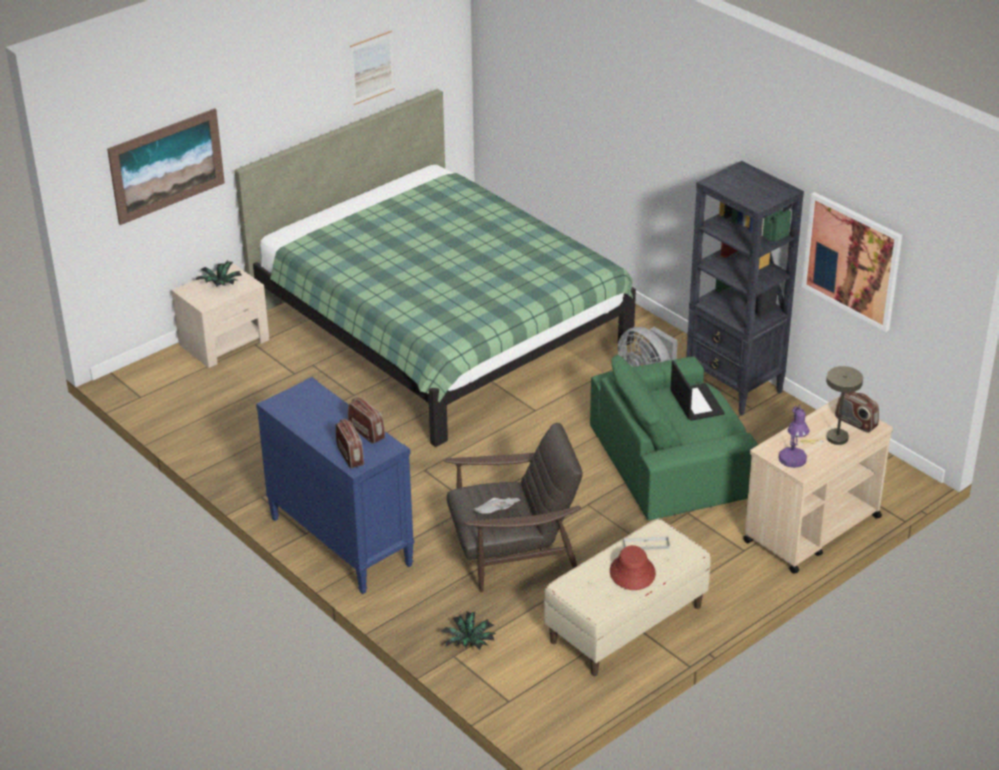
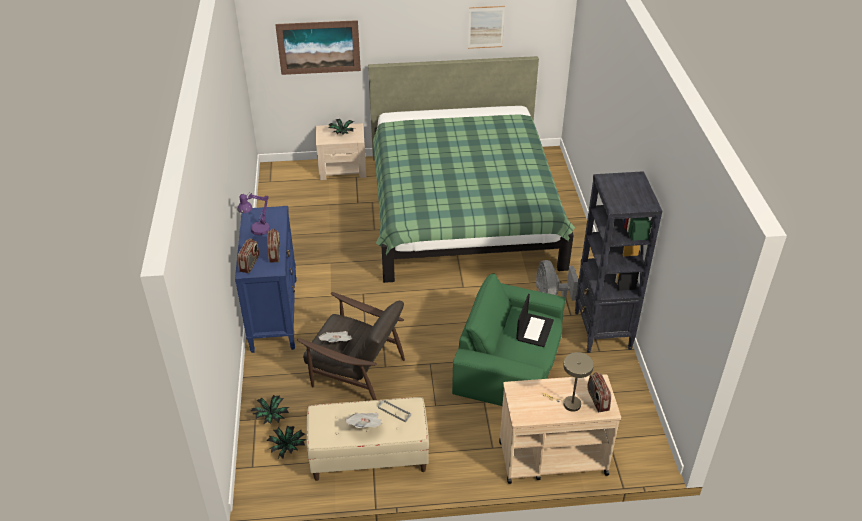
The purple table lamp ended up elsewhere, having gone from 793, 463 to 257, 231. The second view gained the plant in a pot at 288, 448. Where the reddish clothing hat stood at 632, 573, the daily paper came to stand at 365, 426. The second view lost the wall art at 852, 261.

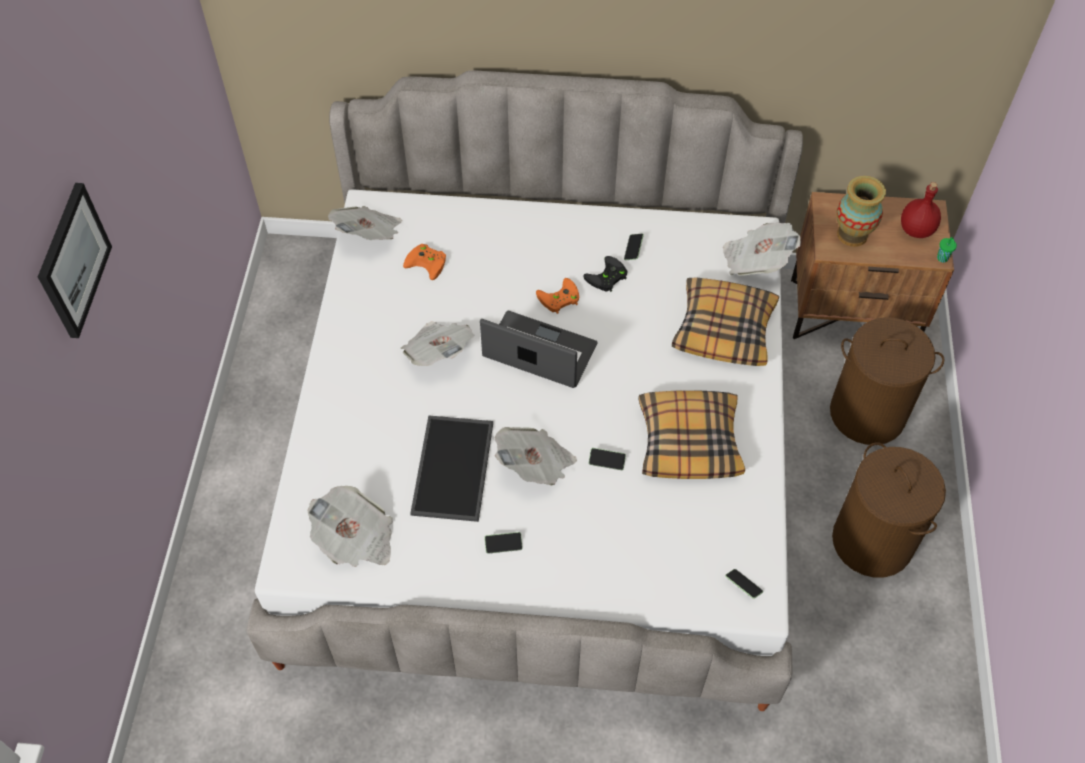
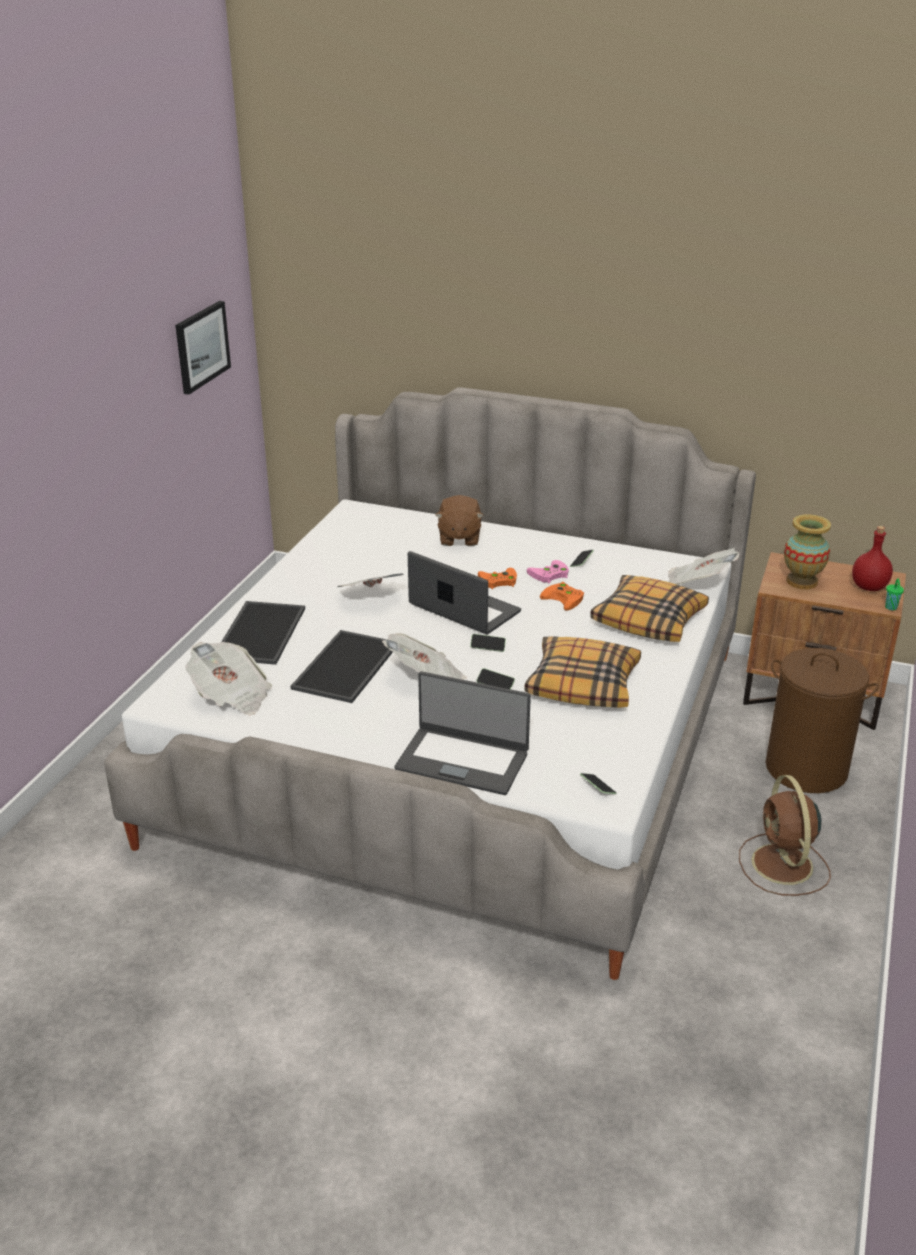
The wall art ended up elsewhere, having gone from 72, 260 to 201, 346. The second view gained the carrying tray at 259, 632. The second view gained the notebook computer at 462, 760. The second view gained the brownish soft toy at 459, 538. The phone ended up elsewhere, having gone from 503, 545 to 488, 647. What was the blackish gamepad at 607, 278 turned into the pink-coloured gamepad at 548, 575. The orangey gamepad ended up elsewhere, having gone from 428, 263 to 565, 599. Where the brownish laundry basket stood at 872, 542, the brownish cooling fan came to stand at 783, 866. The second view lost the daily paper at 369, 235.

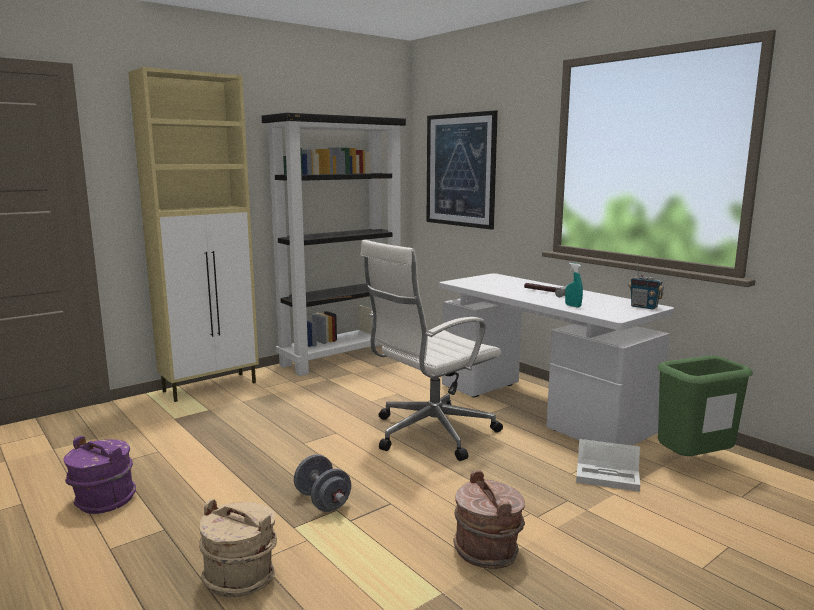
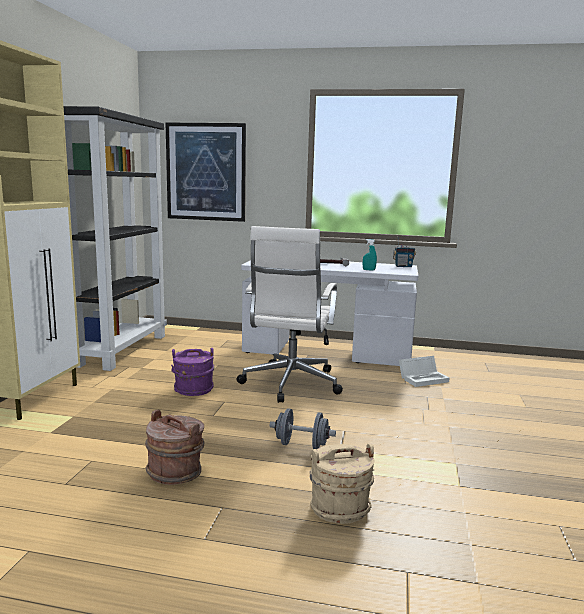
The brownish pail ended up elsewhere, having gone from 487, 551 to 175, 472. The purple pail ended up elsewhere, having gone from 104, 500 to 193, 390. The second view lost the greenish waste bin at 693, 464.

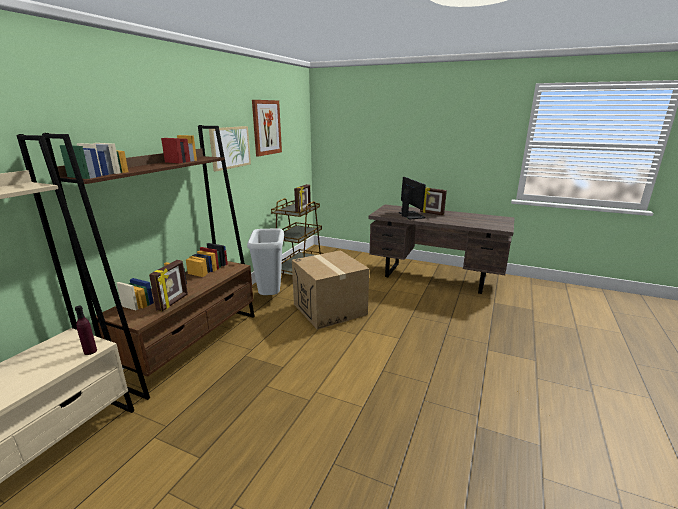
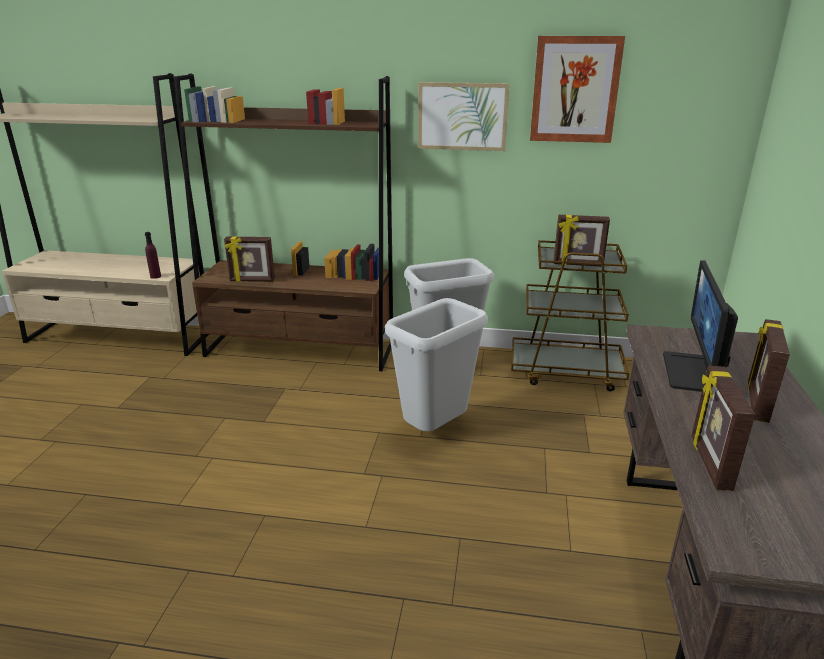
Where the cardboard box stood at 330, 309, the grey waste bin came to stand at 435, 431. The computer display at 410, 215 ended up facing another way, 135 degrees clockwise from before. The second view gained the photo frame at 709, 463.

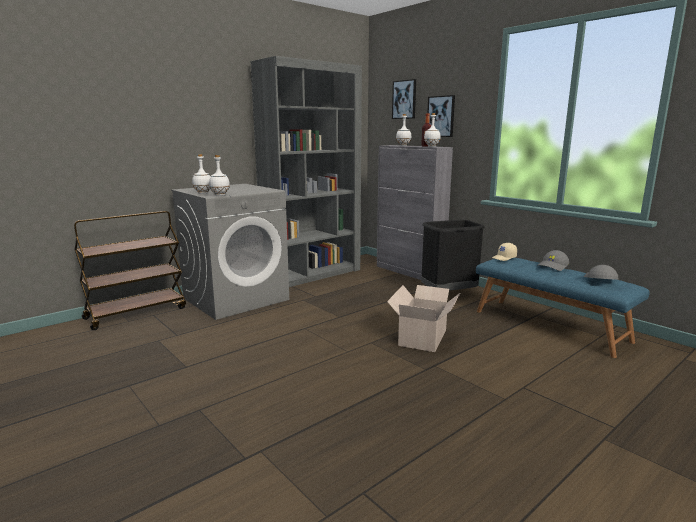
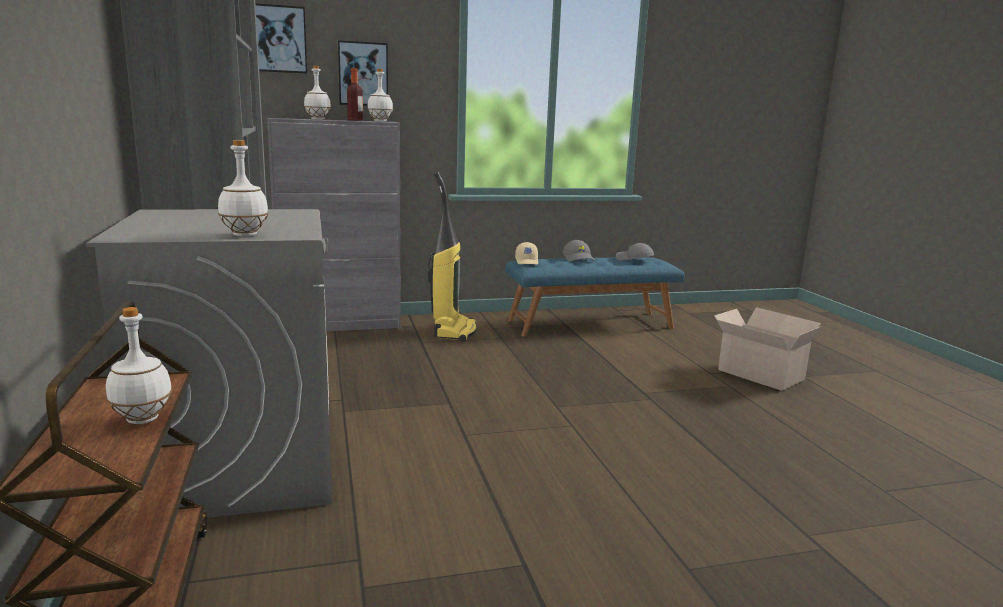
The whitish beverage bottle ended up elsewhere, having gone from 220, 195 to 141, 419. Where the blackish waste bin stood at 448, 294, the vacuum came to stand at 454, 331. The cardboard box ended up elsewhere, having gone from 423, 337 to 758, 374.

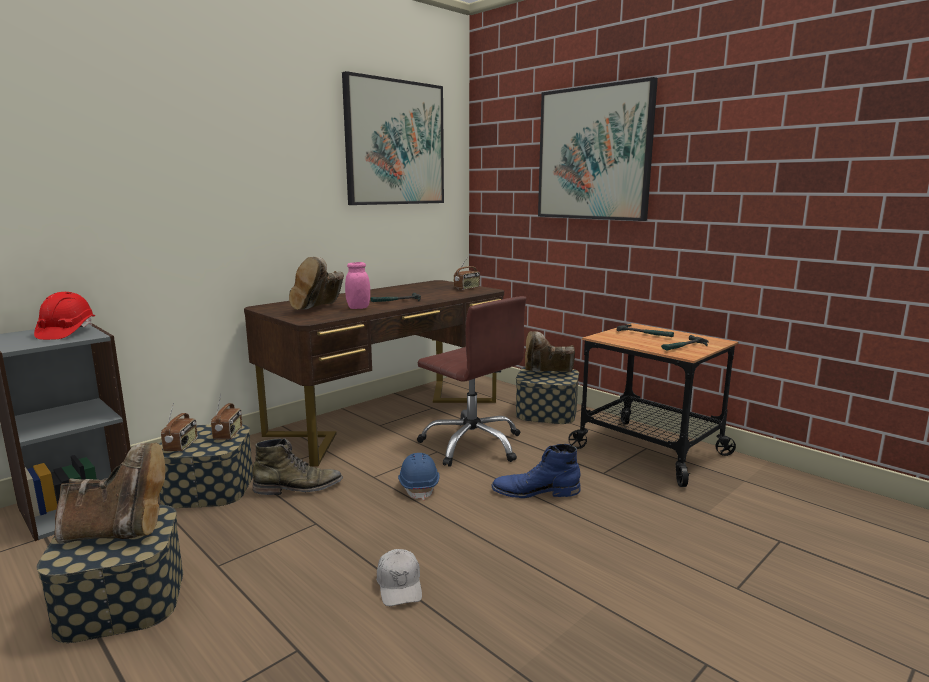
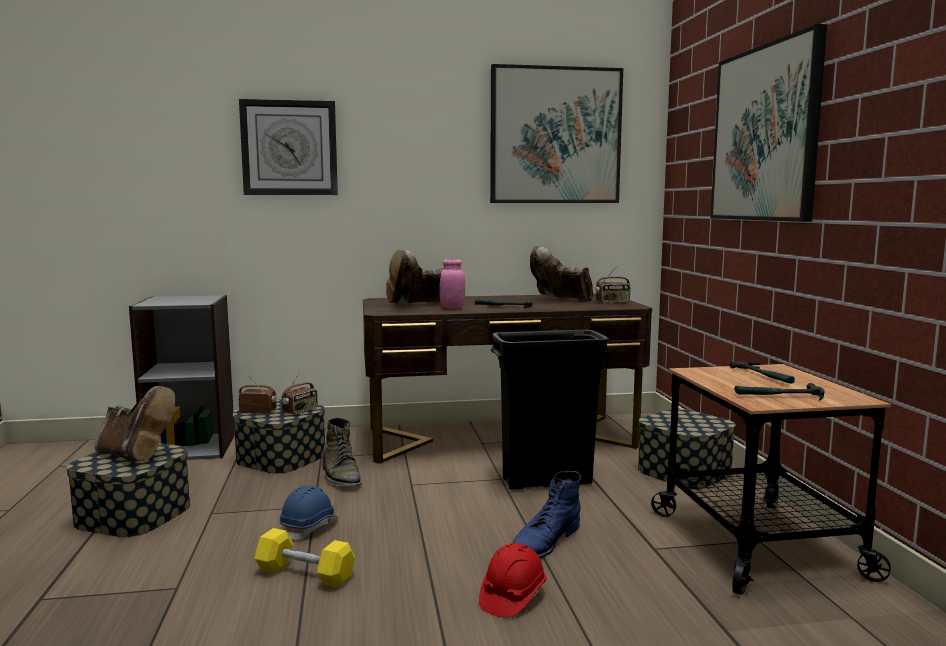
The radio receiver at 182, 446 ended up facing another way, 120 degrees counterclockwise from before. The second view gained the clock on the wall at 289, 148. Where the whitish peaked cap stood at 399, 585, the yellowish free weight came to stand at 305, 574. The blue work helmet ended up elsewhere, having gone from 419, 486 to 310, 527. The greenish tall boot at 298, 488 ended up facing another way, 45 degrees clockwise from before. The reddish work helmet ended up elsewhere, having gone from 66, 332 to 512, 597. Where the brownish desk chair stood at 472, 444, the blackish waste bin came to stand at 546, 482. The blue tall boot at 535, 491 ended up facing another way, 90 degrees counterclockwise from before. The brownish tall boot ended up elsewhere, having gone from 546, 374 to 560, 300.

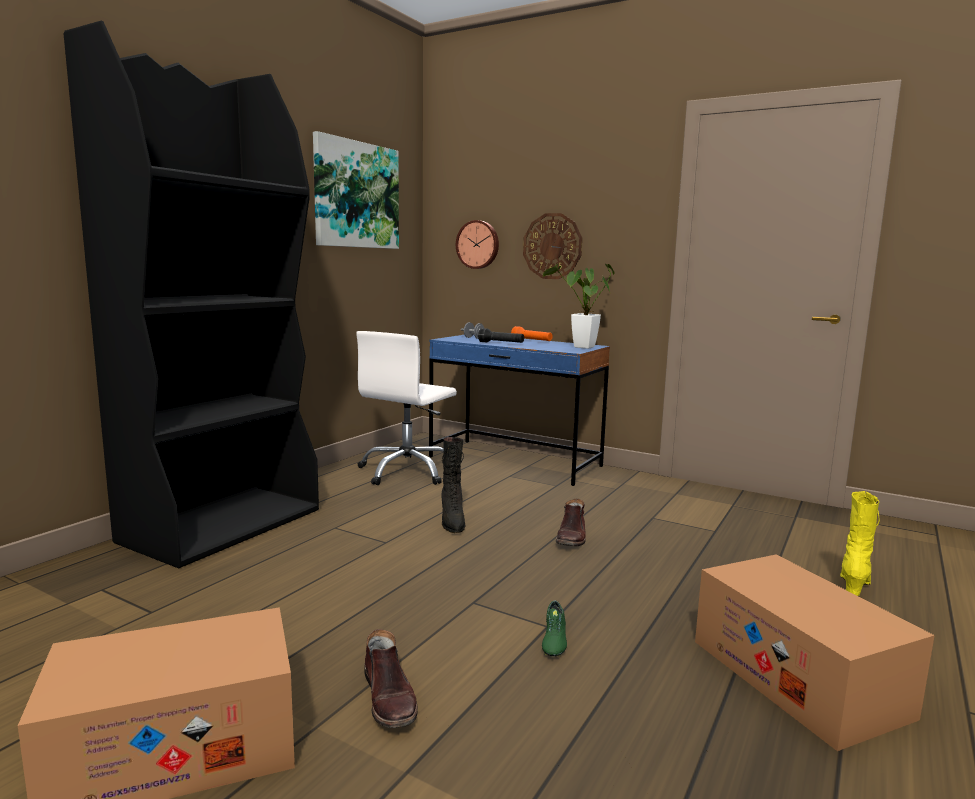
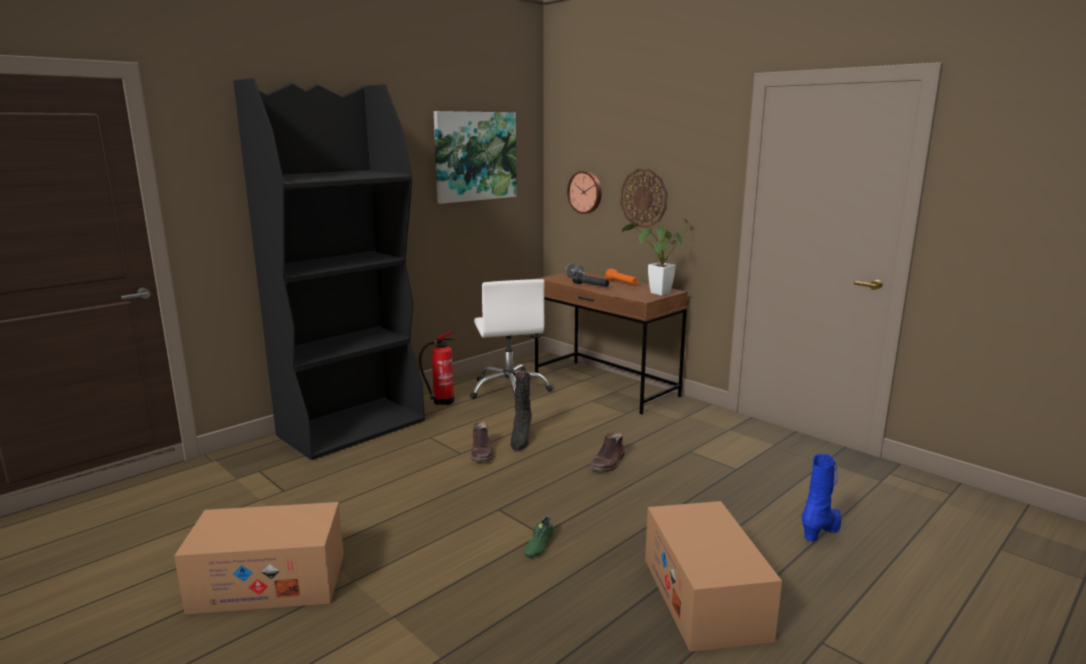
The second view gained the extinguisher at 441, 401. The whitish desk chair at 407, 471 ended up facing another way, 60 degrees counterclockwise from before. The brownish tall boot ended up elsewhere, having gone from 390, 699 to 482, 453. What was the blue desk at 514, 461 turned into the brownish desk at 605, 386. What was the yellowish tall boot at 854, 584 turned into the blue tall boot at 822, 531.

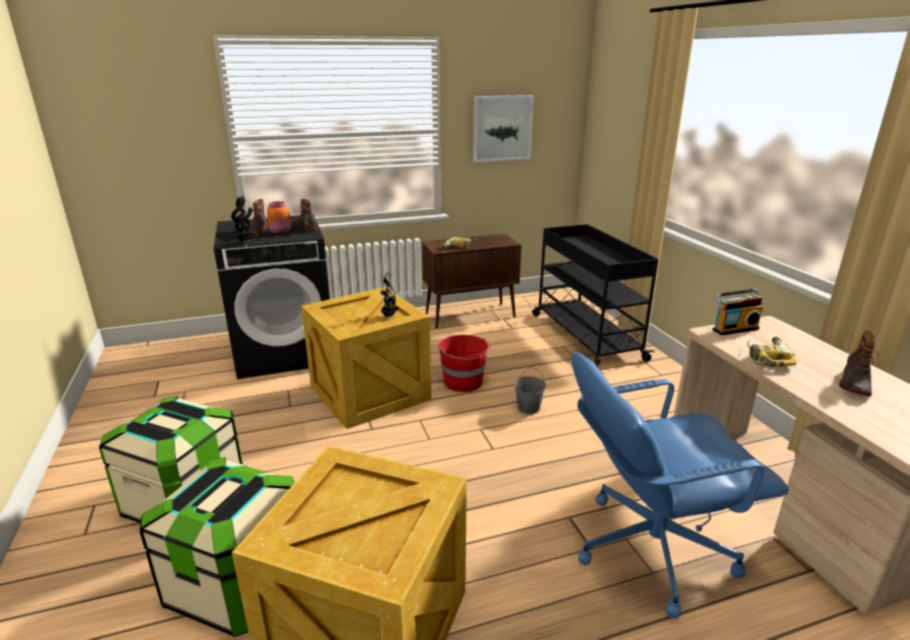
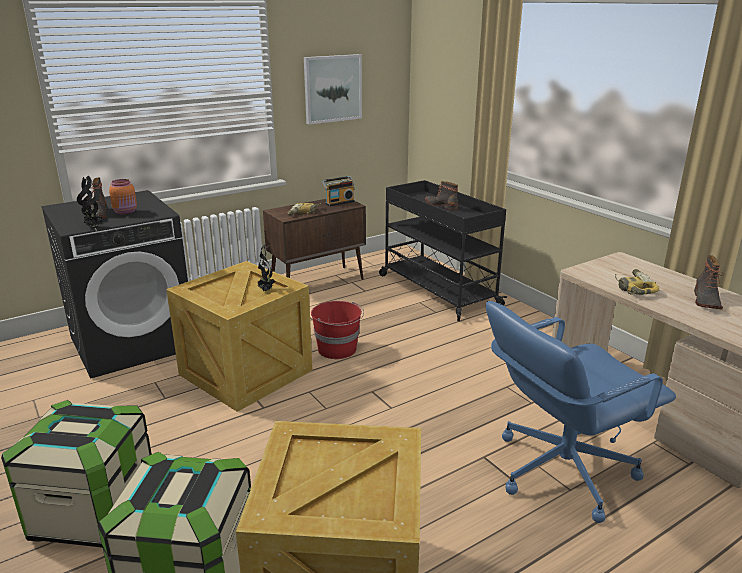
The radio receiver ended up elsewhere, having gone from 734, 328 to 339, 202. The tall boot ended up elsewhere, having gone from 307, 226 to 441, 205. The second view lost the grey pail at 528, 408.

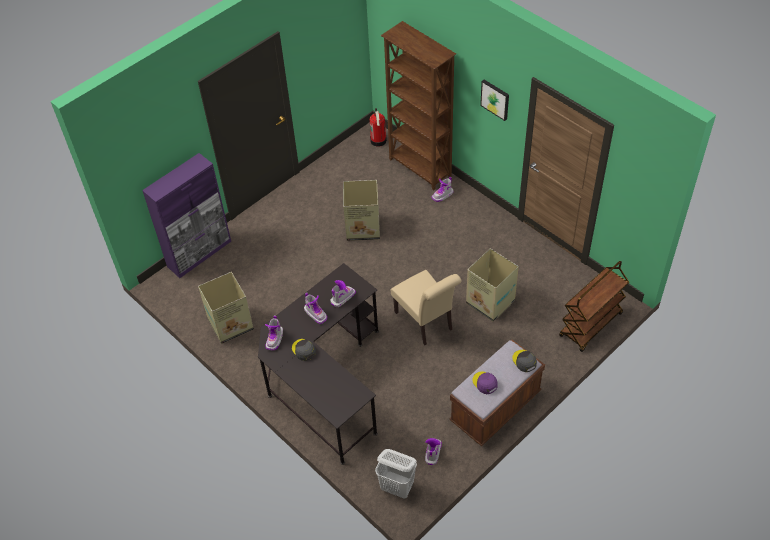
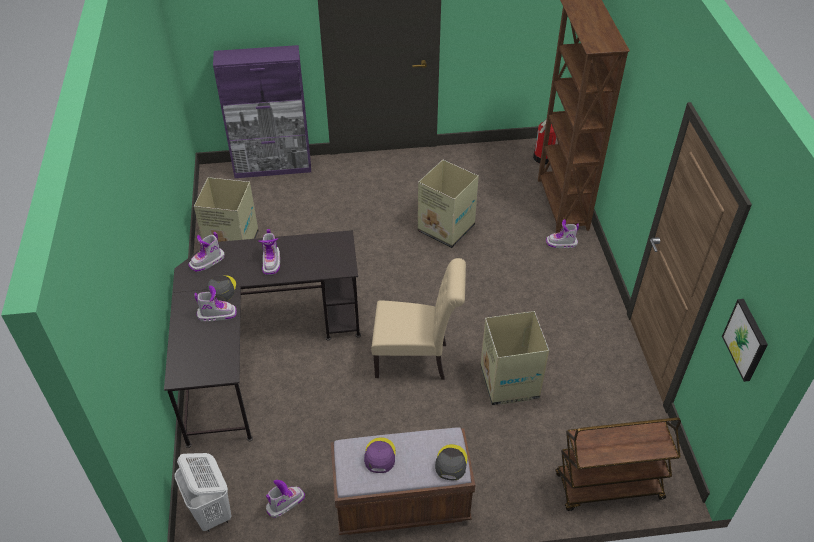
The tall boot ended up elsewhere, having gone from 342, 298 to 217, 314. The beige upright chair at 426, 323 ended up facing another way, 90 degrees counterclockwise from before. The wall art ended up elsewhere, having gone from 495, 99 to 746, 339.

